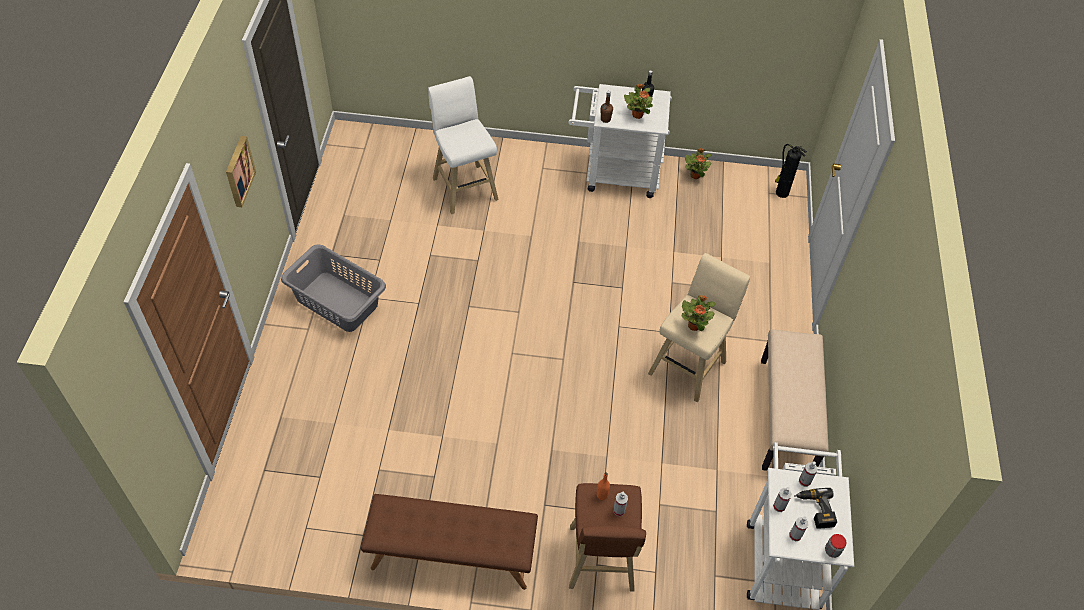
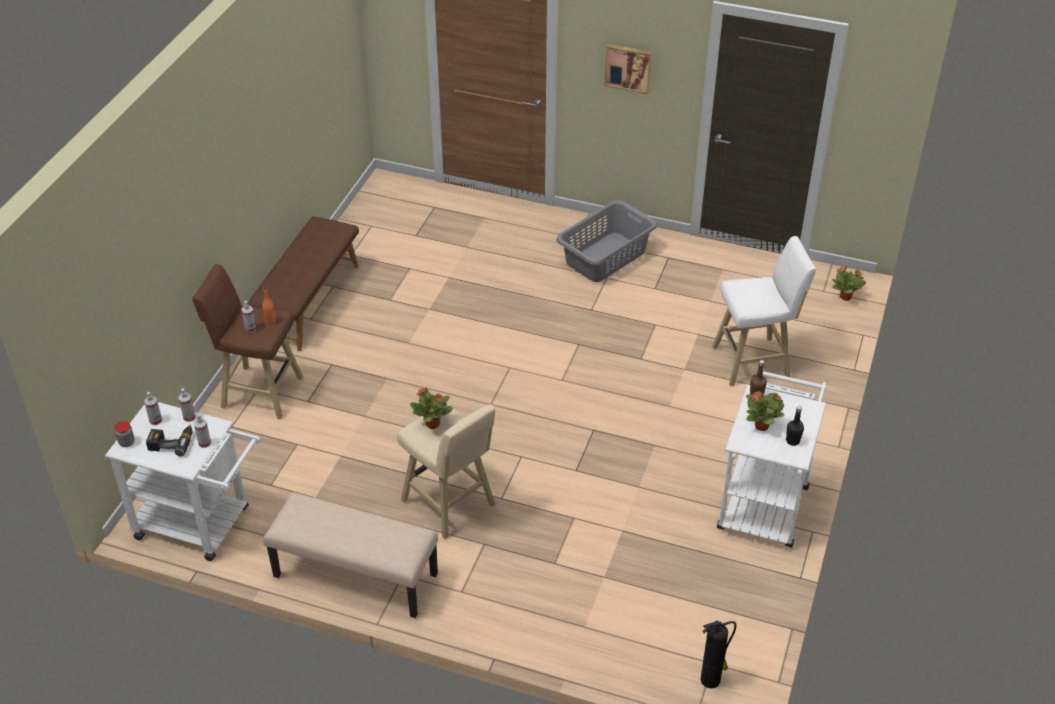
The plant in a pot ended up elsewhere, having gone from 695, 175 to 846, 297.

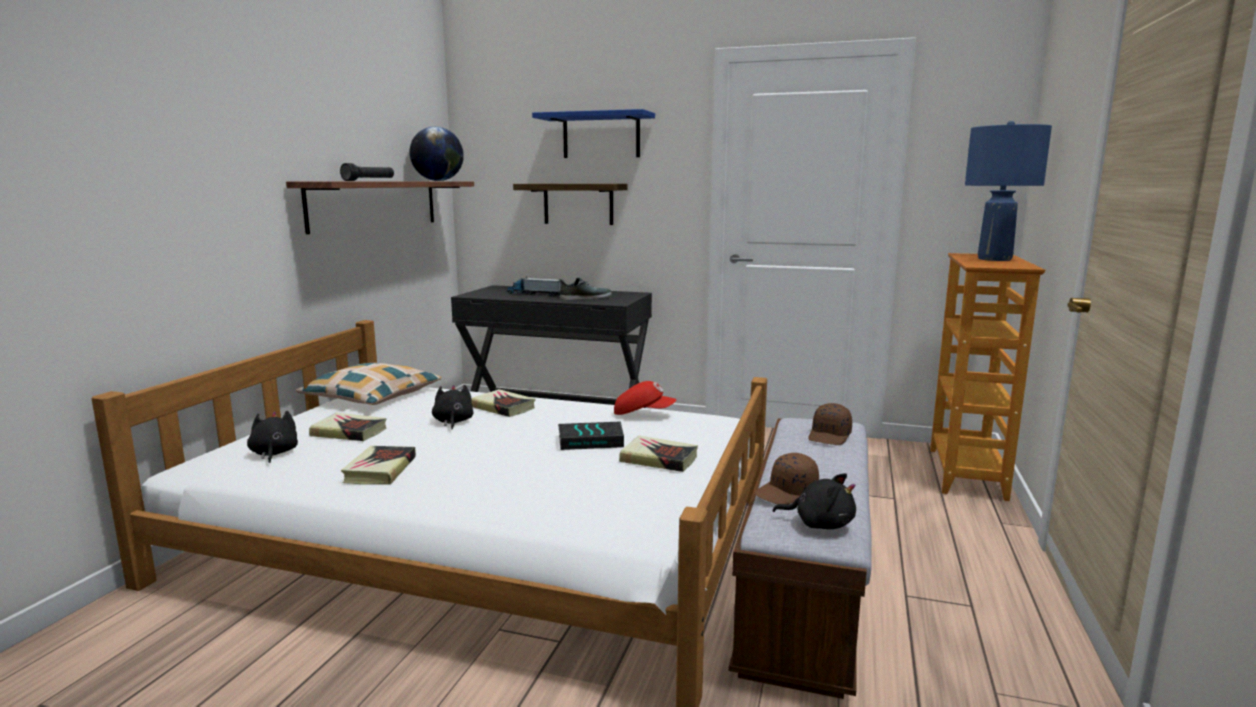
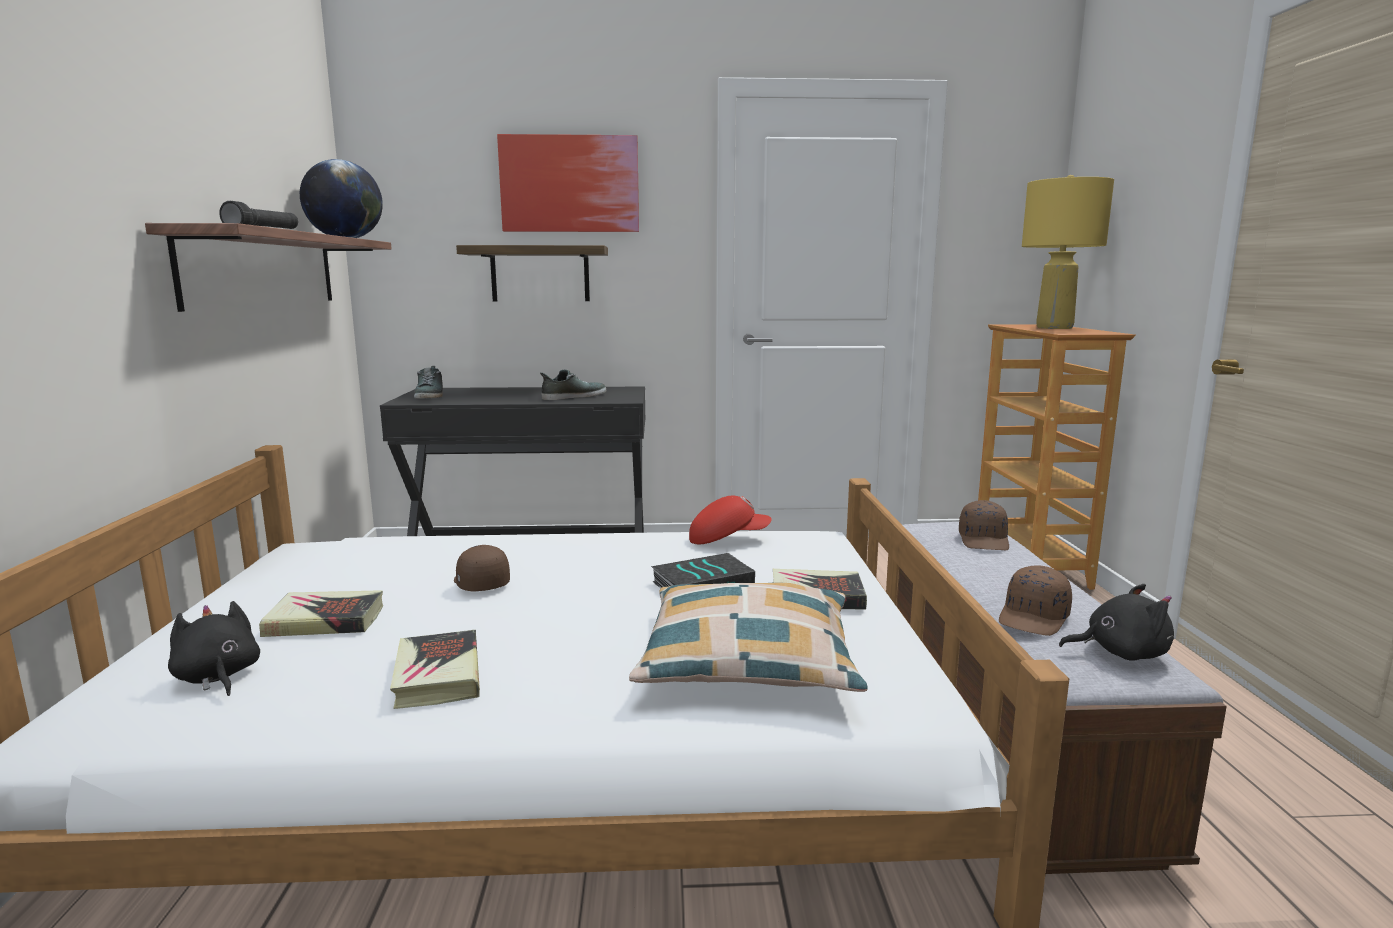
The second view gained the low shoe at 430, 396. Where the blackish soft toy stood at 453, 422, the brownish peaked cap came to stand at 480, 583. Where the blue shelf hung at 601, 136, the wall art came to hang at 570, 184. The pillow ended up elsewhere, having gone from 372, 397 to 749, 659. What was the blue table lamp at 995, 259 turned into the yellowish table lamp at 1055, 328. The second view lost the book at 503, 407. The second view lost the toy truck at 534, 294.

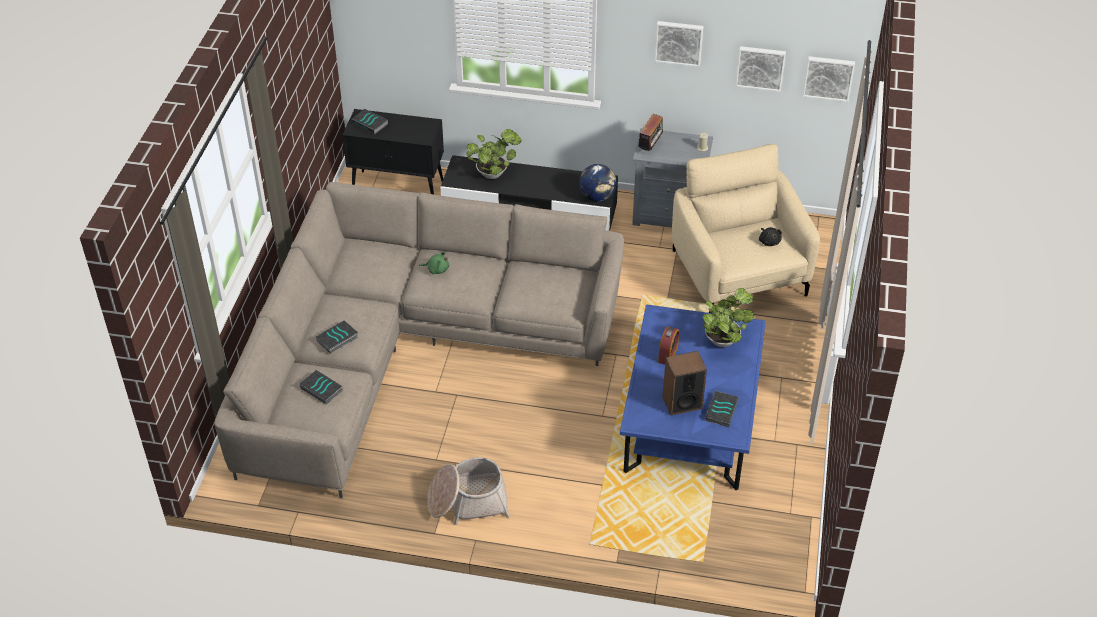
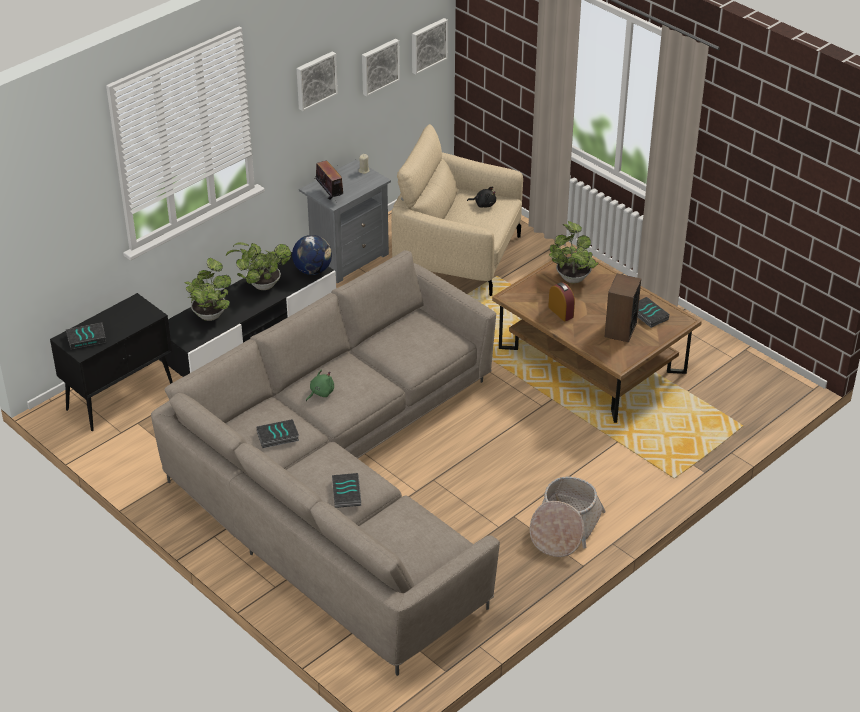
The second view gained the plant in a pot at 261, 285. The book ended up elsewhere, having gone from 320, 389 to 277, 437. What was the blue lounge table at 690, 419 turned into the brownish lounge table at 591, 360.

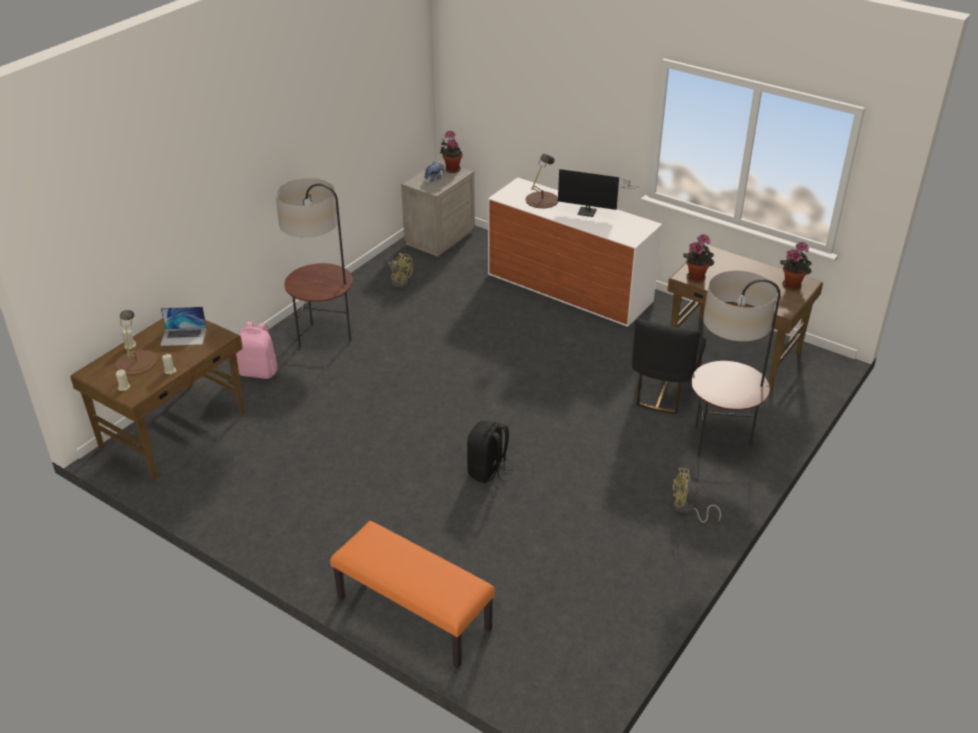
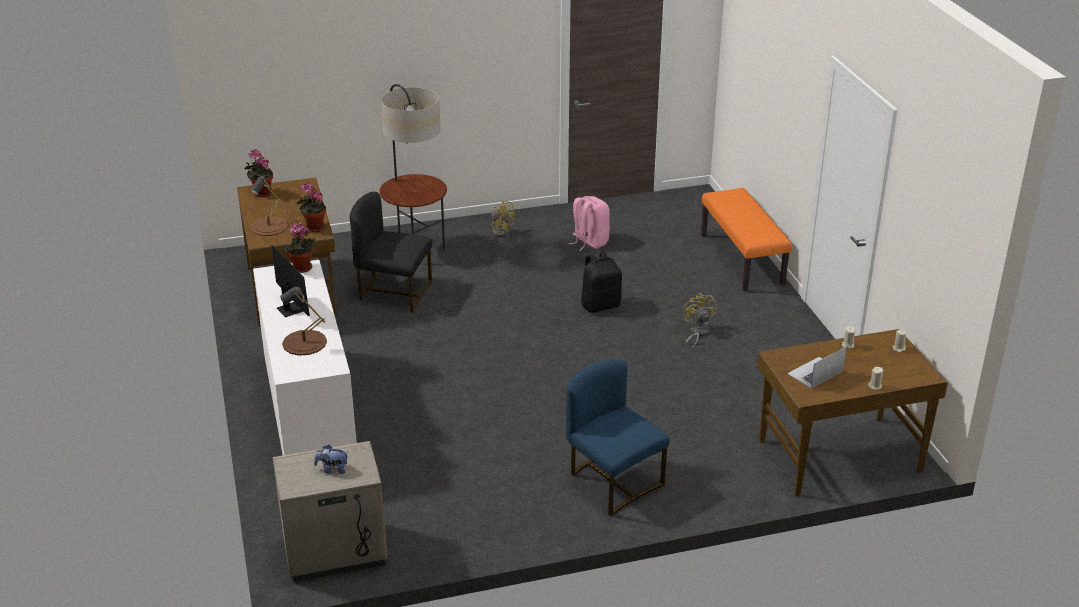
The brownish table lamp ended up elsewhere, having gone from 136, 362 to 269, 226. The plant in a pot ended up elsewhere, having gone from 451, 169 to 302, 269. The blackish upright chair at 662, 391 ended up facing another way, 135 degrees counterclockwise from before. Where the standing lamp stood at 325, 337, the blue upright chair came to stand at 613, 481. The pink-coloured backpack ended up elsewhere, having gone from 259, 371 to 589, 242. The yellowish cooling fan ended up elsewhere, having gone from 399, 281 to 697, 333. The notebook computer at 184, 336 ended up facing another way, 75 degrees counterclockwise from before.

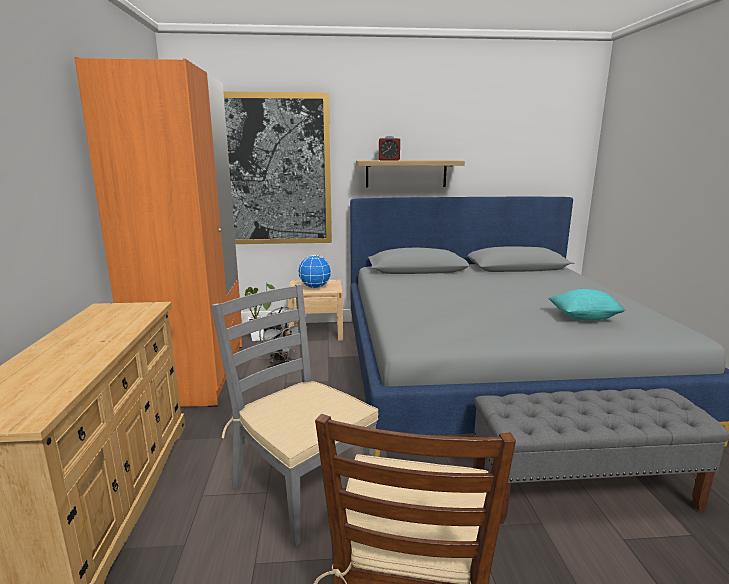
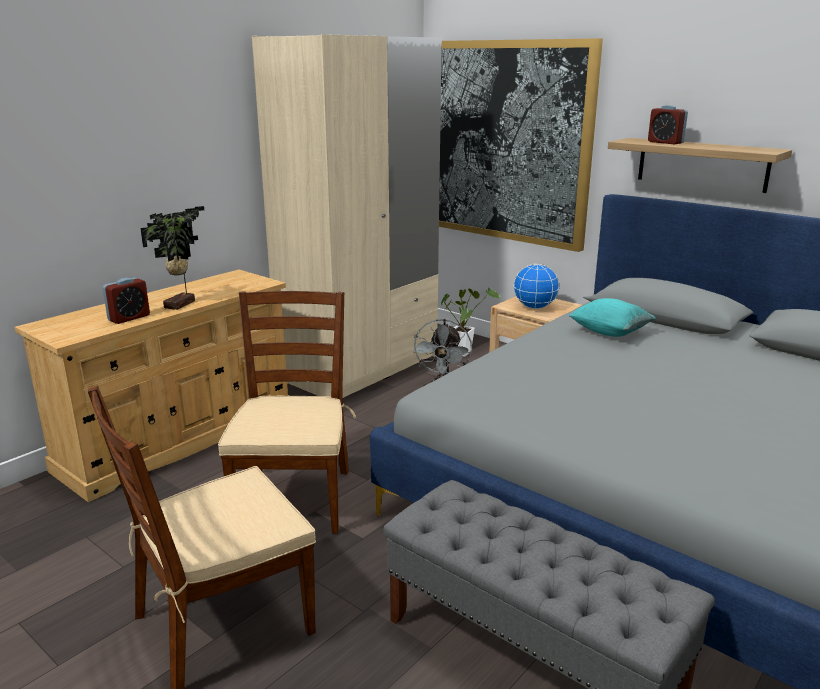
The second view gained the bedside clock at 129, 318. The second view gained the plant in a pot at 182, 304. What was the grey upright chair at 301, 489 turned into the brownish upright chair at 294, 499. What was the orangey armoire at 195, 374 turned into the beige armoire at 360, 368. The turquoise pillow ended up elsewhere, having gone from 584, 318 to 610, 332.

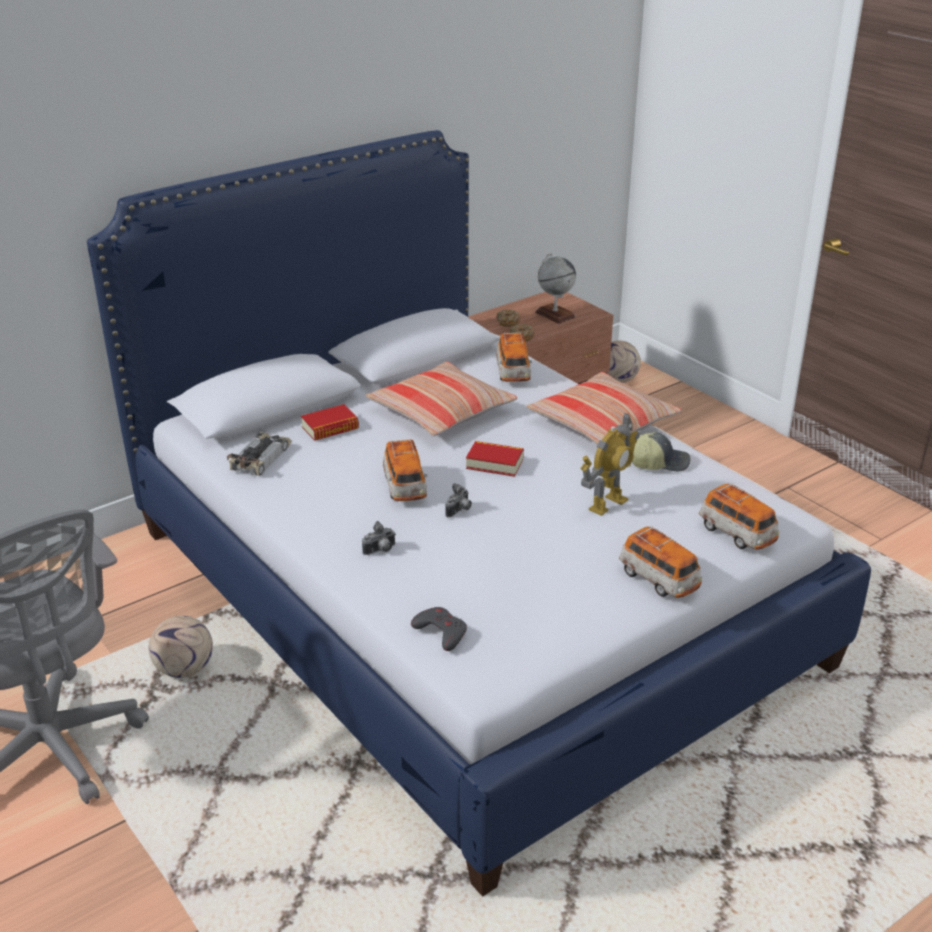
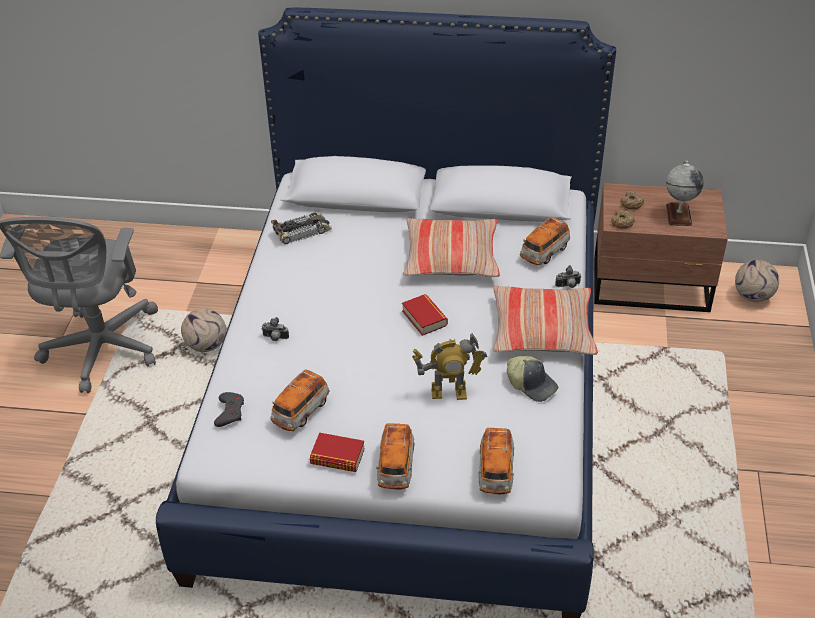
The toy car ended up elsewhere, having gone from 405, 487 to 301, 411. The book ended up elsewhere, having gone from 330, 428 to 337, 457. The still camera ended up elsewhere, having gone from 459, 511 to 568, 286.

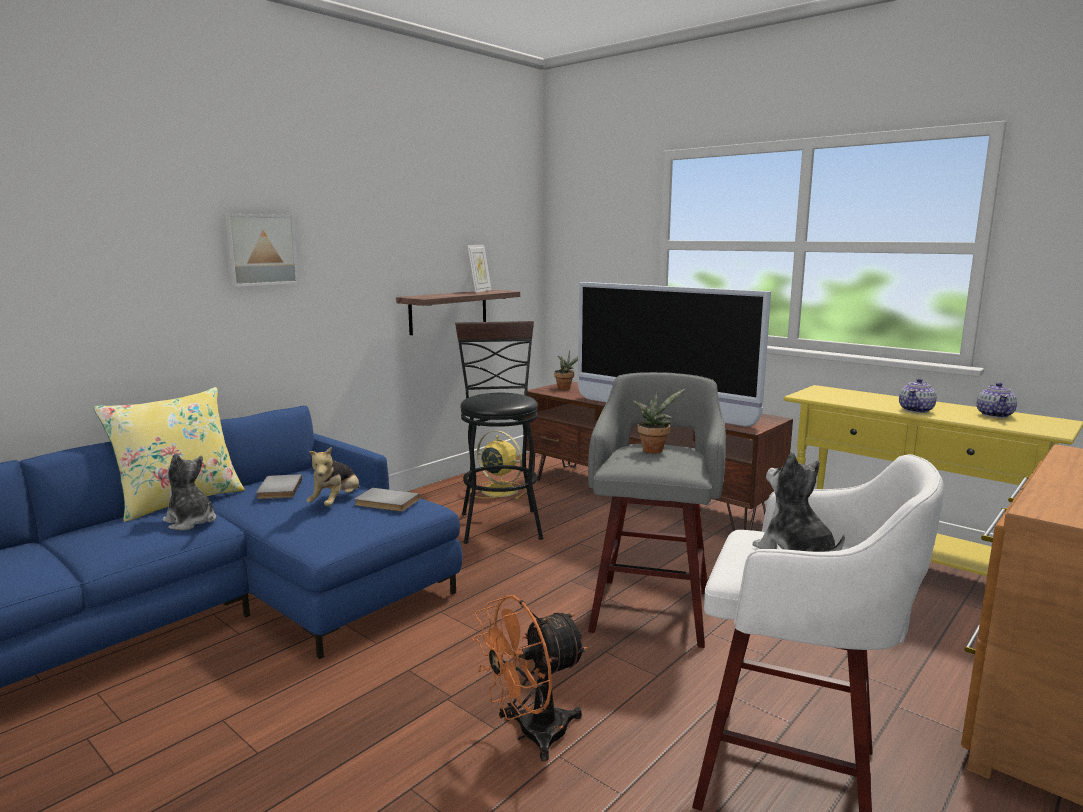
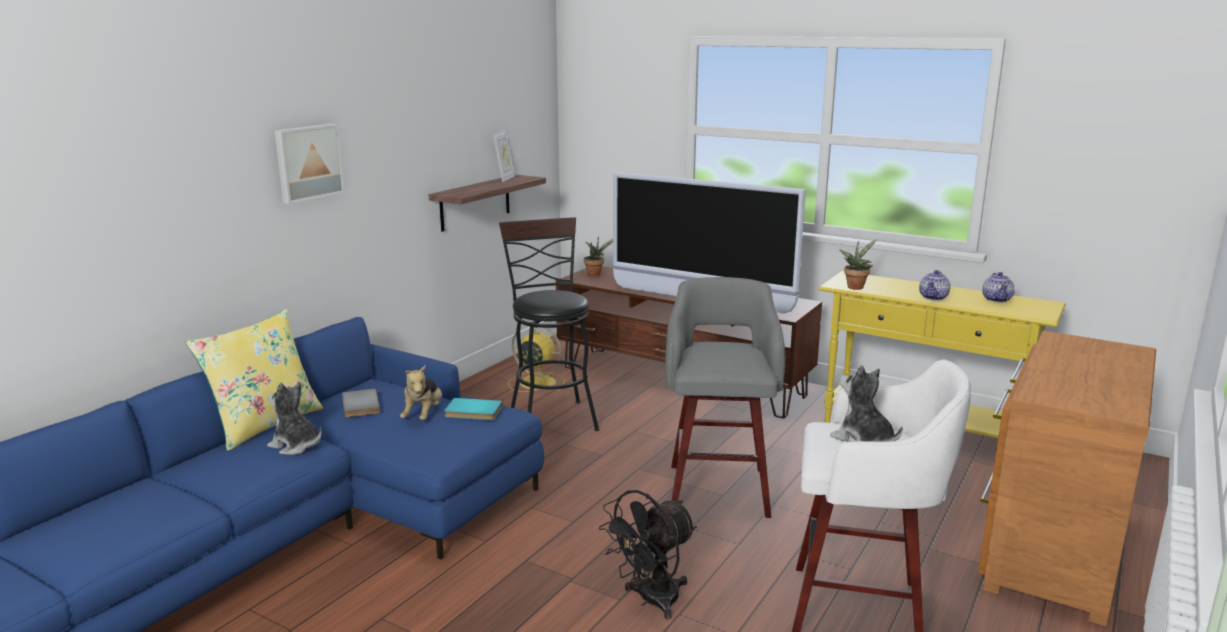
What was the grey book at 386, 503 turned into the turquoise book at 473, 412. What was the orangey cooling fan at 531, 735 turned into the blackish cooling fan at 651, 601. The plant in a pot ended up elsewhere, having gone from 654, 449 to 855, 287.

